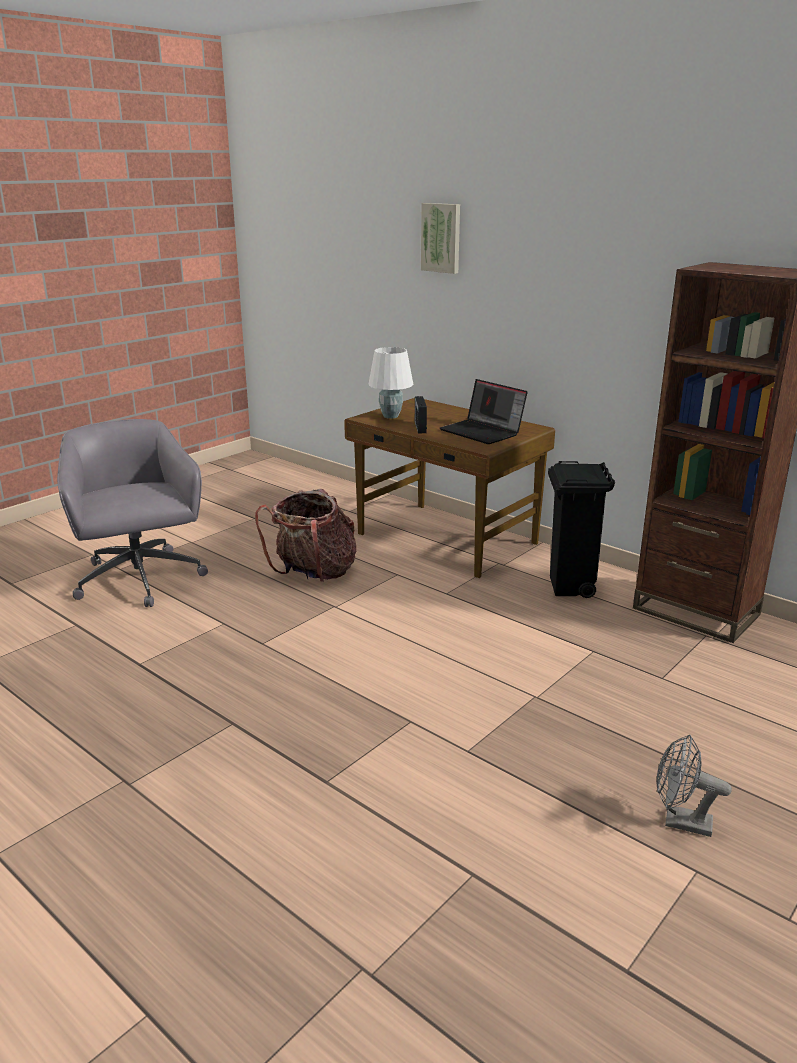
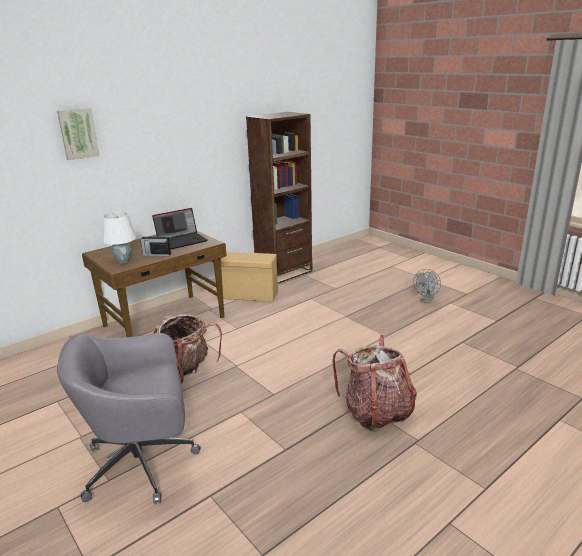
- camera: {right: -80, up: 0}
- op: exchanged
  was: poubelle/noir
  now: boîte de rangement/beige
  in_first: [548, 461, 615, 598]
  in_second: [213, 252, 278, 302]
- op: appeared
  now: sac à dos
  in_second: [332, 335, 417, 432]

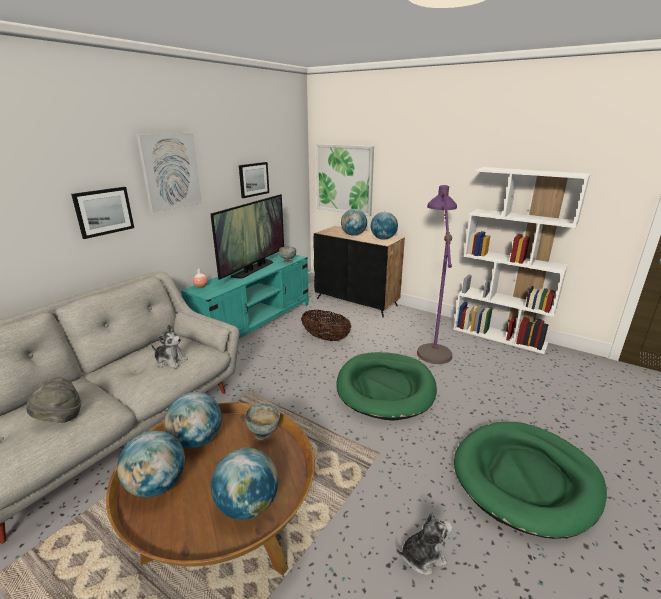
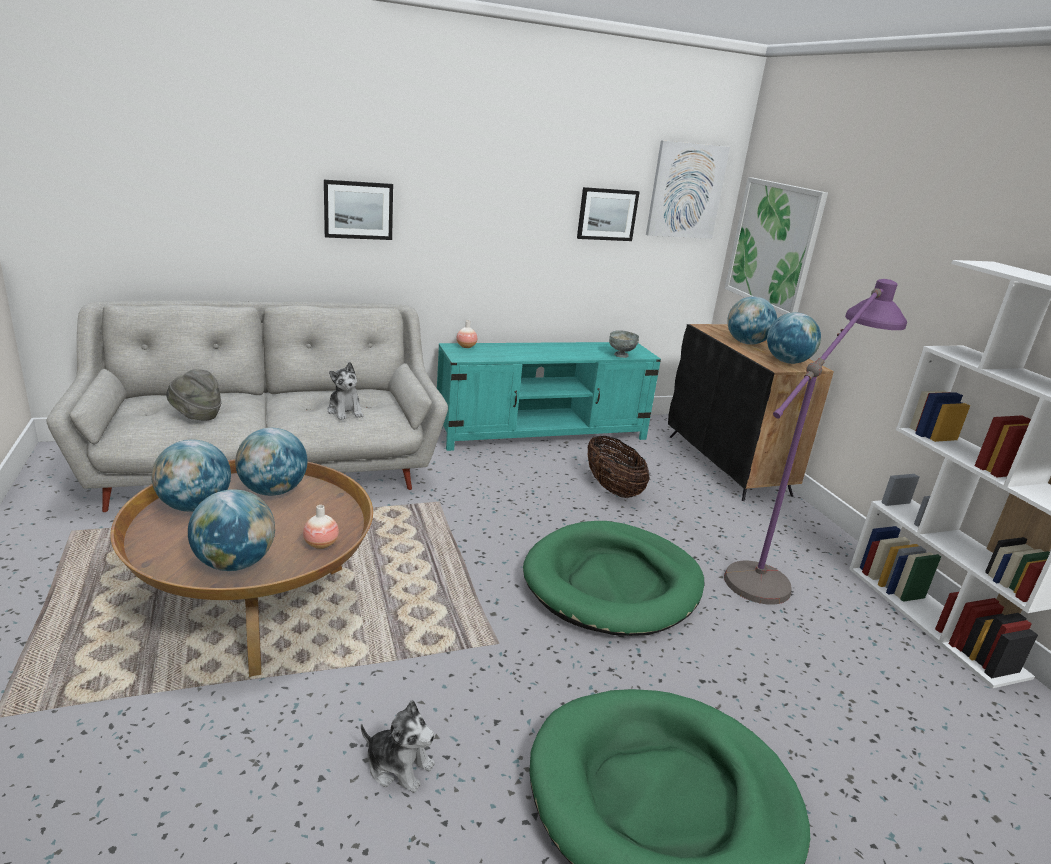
- camera: {right: 35, up: 0}
- op: relocated
  was: tableau
  in_first: [136, 133, 202, 213]
  in_second: [646, 140, 730, 239]
- op: missing
  was: téléviseur
  in_first: [210, 194, 284, 280]
- op: missing
  was: bol/gris
  in_first: [246, 403, 280, 440]
- op: appeared
  now: vase
  in_second: [303, 505, 339, 549]

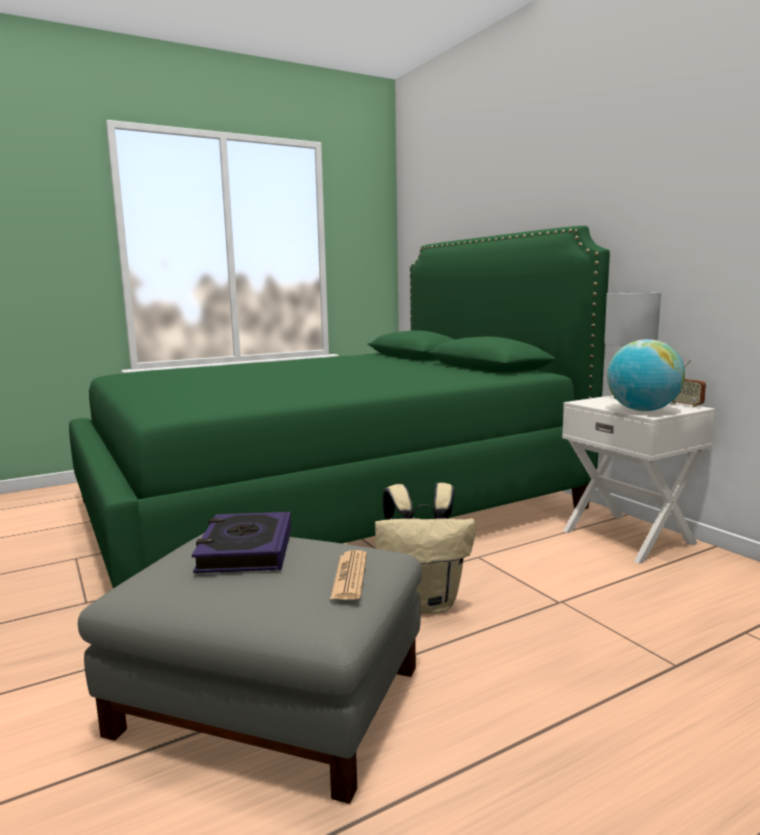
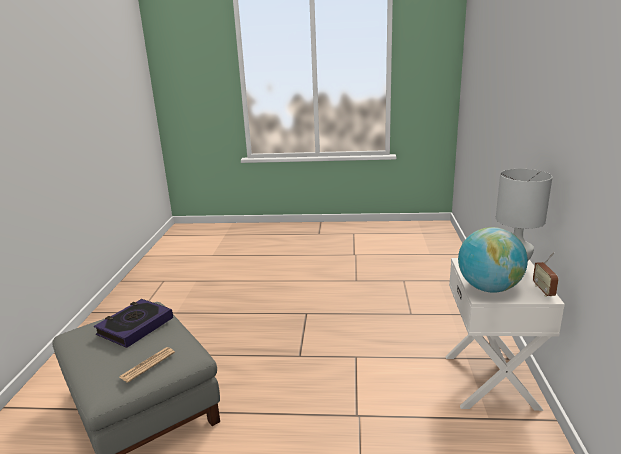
- camera: {right: 35, up: 10}
- op: missing
  was: lit/vert
  in_first: [69, 226, 610, 588]
- op: missing
  was: sac à dos/beige
  in_first: [375, 483, 476, 614]

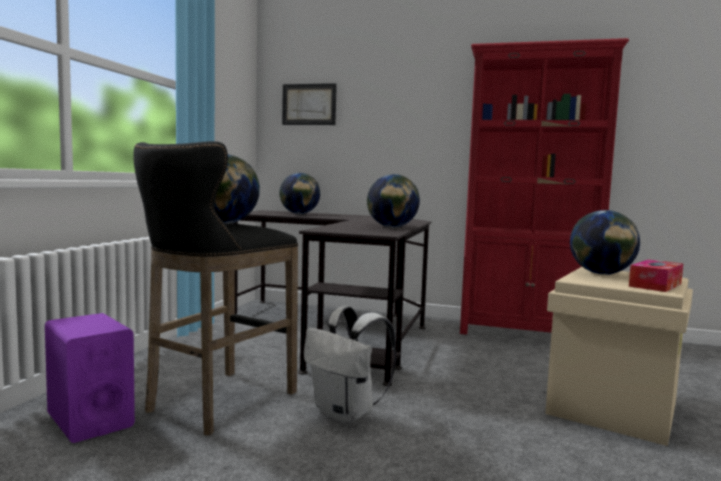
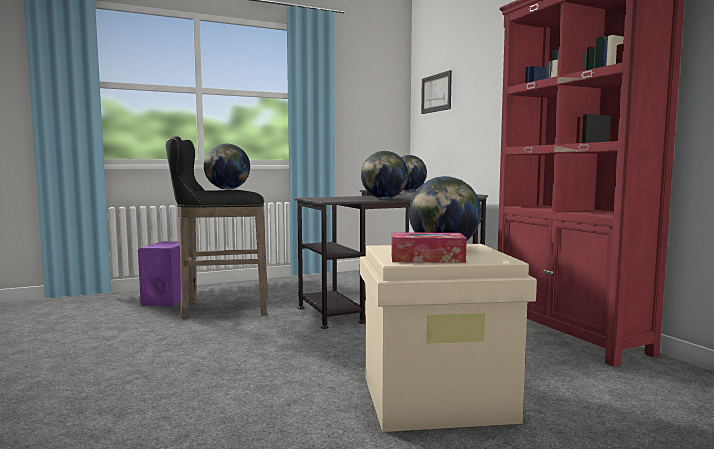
- camera: {right: 50, up: 0}
- op: missing
  was: sac à dos/blanc
  in_first: [304, 306, 397, 423]

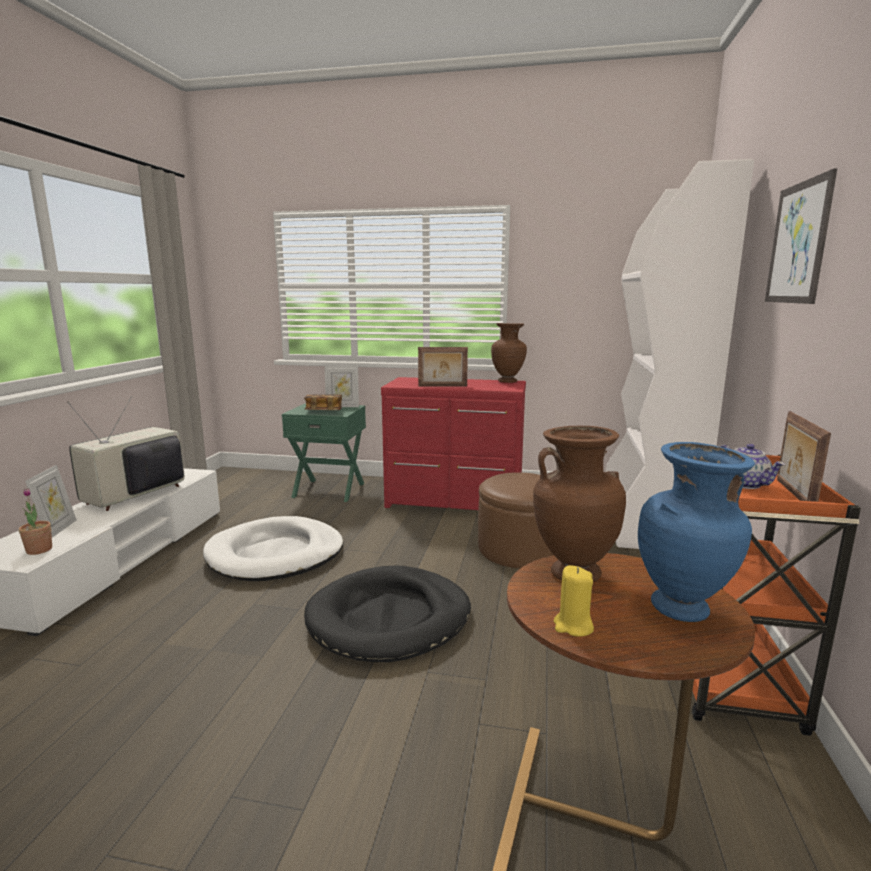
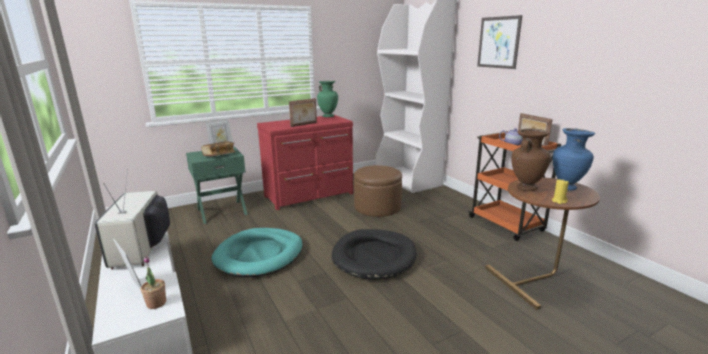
- camera: {right: -40, up: 5}
- op: colour
  was: panier pour chien/blanc
  now: panier pour chien/turquoise
  in_first: [203, 516, 343, 581]
  in_second: [211, 228, 303, 277]
- op: colour
  was: vase/marron
  now: vase/vert
  in_first: [491, 323, 527, 383]
  in_second: [317, 81, 338, 117]

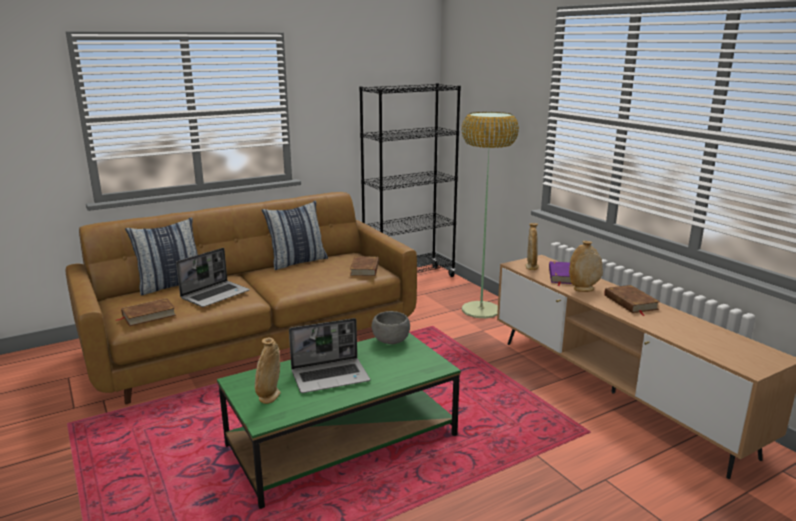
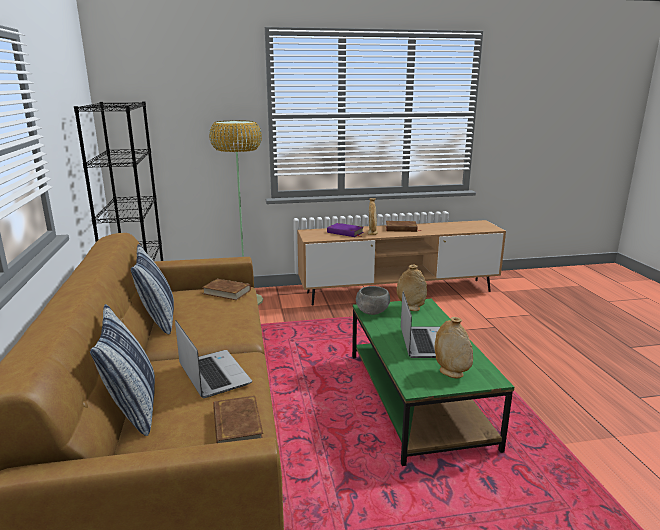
- camera: {right: -70, up: 0}
- op: relocated
  was: vase/beige
  in_first: [525, 223, 539, 270]
  in_second: [397, 265, 427, 311]

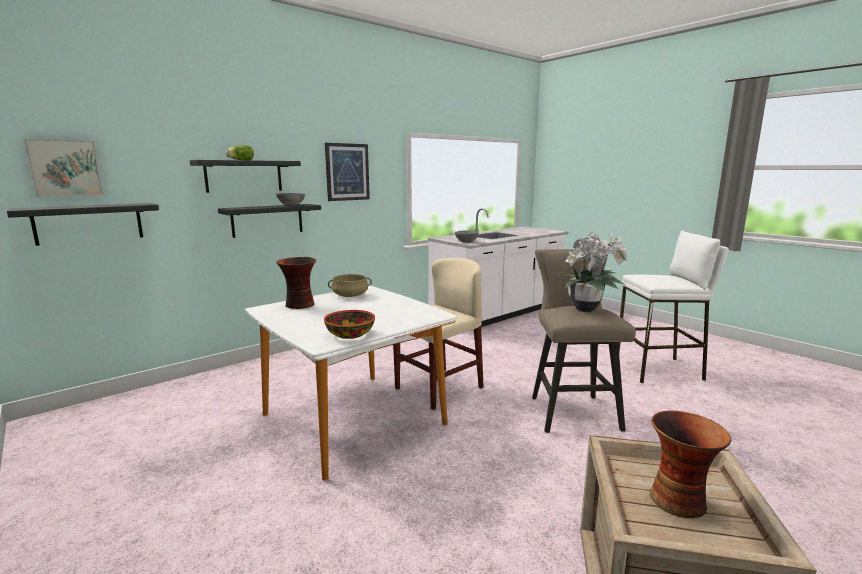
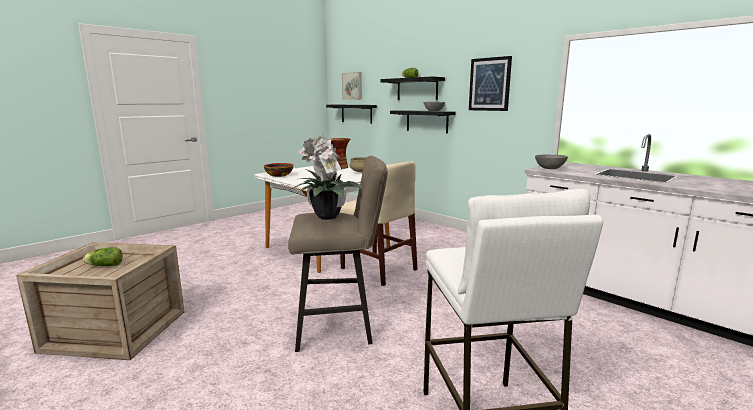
- camera: {right: 85, up: 0}
- op: exchanged
  was: vase
  now: laitue
  in_first: [650, 411, 731, 518]
  in_second: [83, 247, 123, 266]

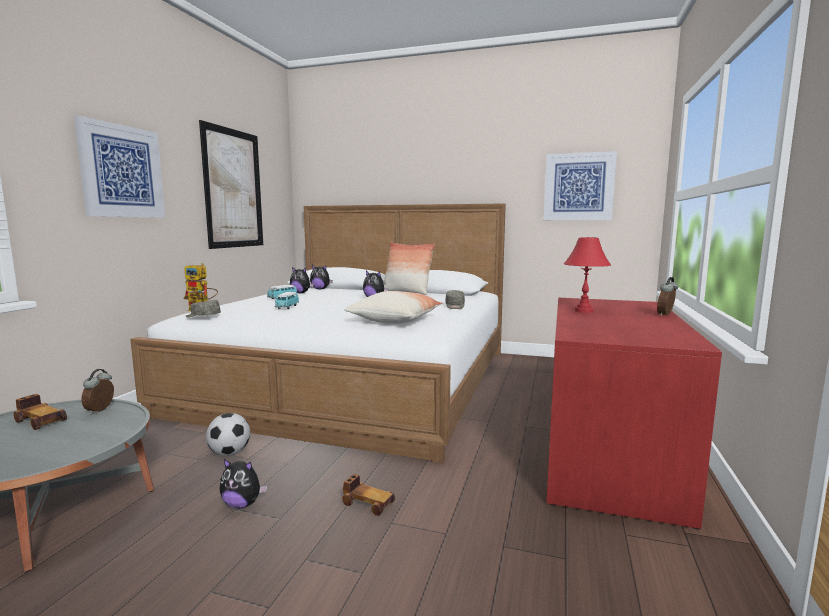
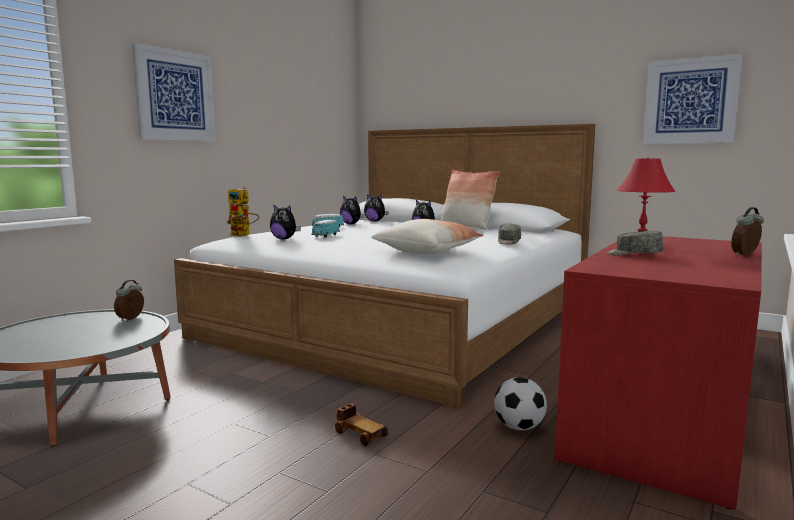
- camera: {right: 15, up: 0}
- op: missing
  was: petite voiture
  in_first: [13, 394, 67, 430]
- op: relocated
  was: casquette/gris
  in_first: [185, 300, 221, 317]
  in_second: [606, 231, 663, 255]
- op: missing
  was: tableau
  in_first: [199, 120, 263, 249]
- op: relocated
  was: ballon de foot
  in_first: [206, 413, 250, 456]
  in_second: [494, 377, 547, 430]
- op: relocated
  was: peluche
  in_first: [219, 459, 267, 508]
  in_second: [270, 204, 301, 240]

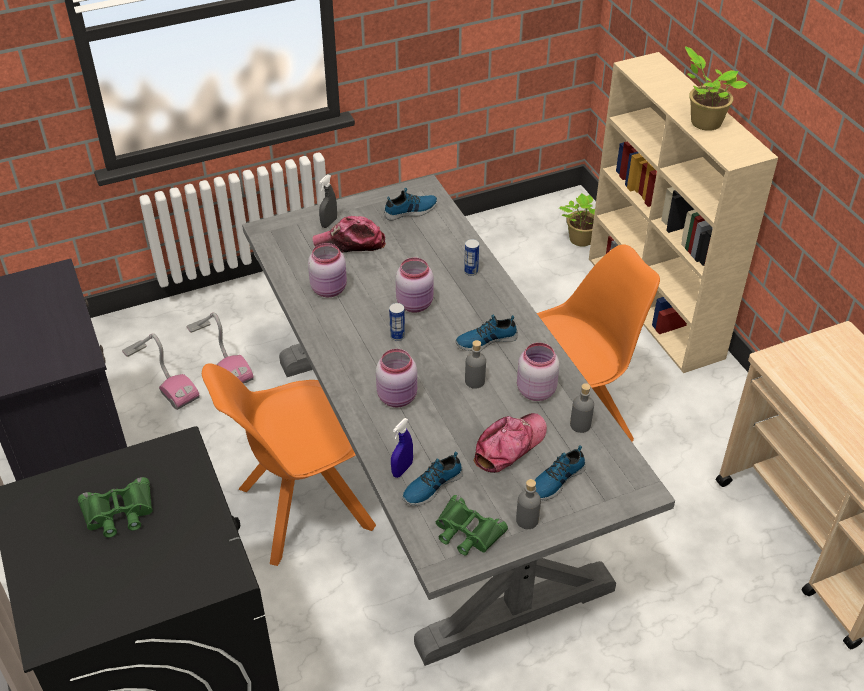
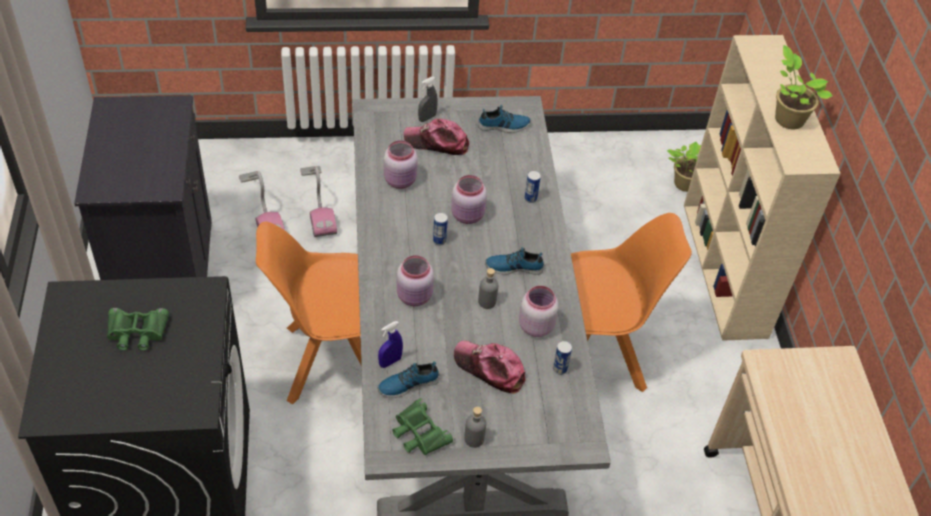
- camera: {right: 15, up: 5}
- op: spun
  was: casquette
  in_first: [473, 413, 547, 473]
  in_second: [454, 340, 526, 394]
  clockwise: -120
- op: missing
  was: chaussure
  in_first: [535, 445, 586, 501]
- op: exchanged
  was: bouteille/gris
  now: boîte métallique
  in_first: [570, 383, 594, 433]
  in_second: [553, 341, 572, 375]

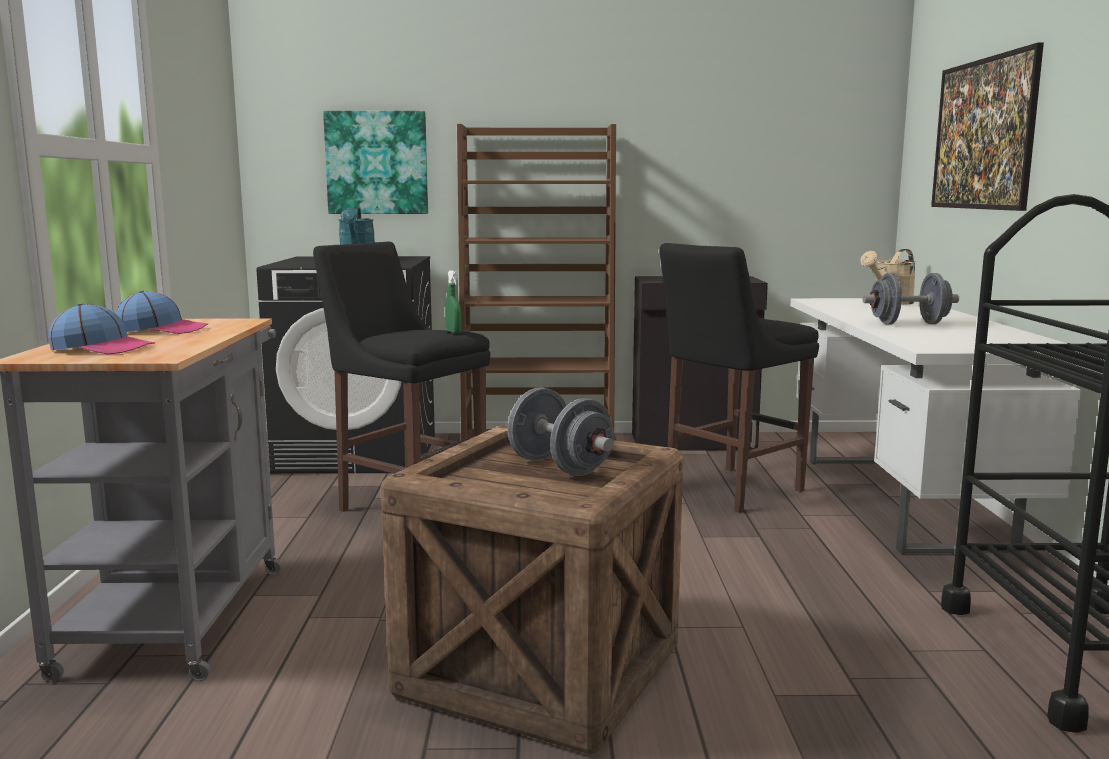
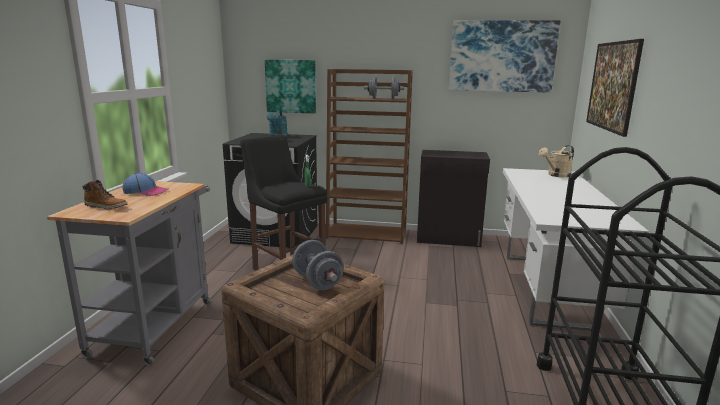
- camera: {right: 10, up: 5}
- op: exchanged
  was: casquette
  now: botte
  in_first: [48, 303, 155, 355]
  in_second: [83, 180, 128, 210]
- op: missing
  was: tabouret/noir
  in_first: [659, 243, 819, 513]
- op: relocated
  was: haltère/gris
  in_first: [863, 273, 959, 324]
  in_second: [364, 77, 404, 99]
- op: appeared
  now: tableau
  in_second: [449, 20, 560, 93]

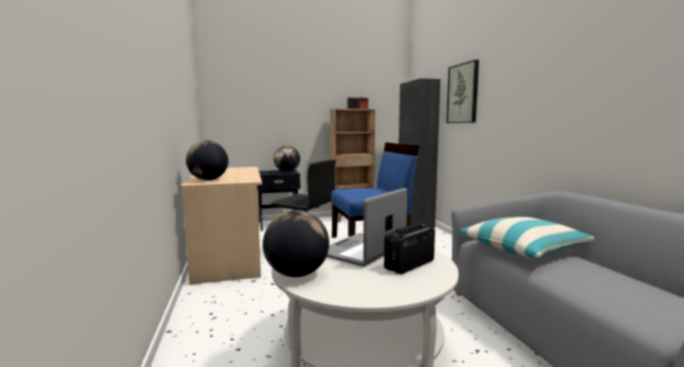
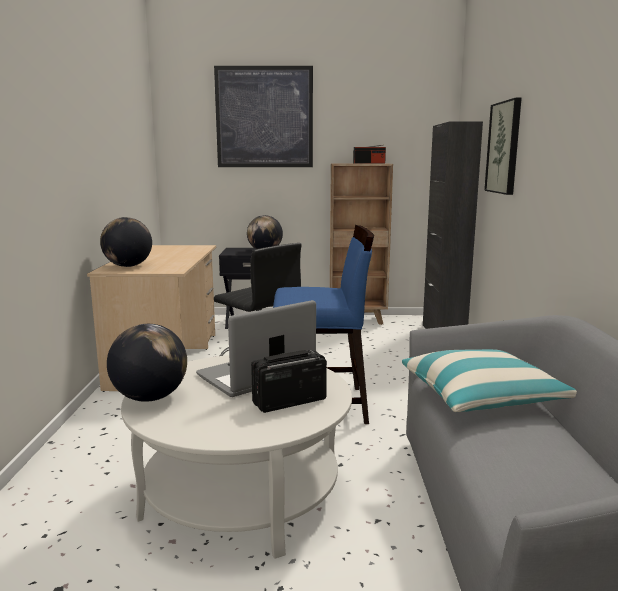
- camera: {right: 15, up: 5}
- op: appeared
  now: tableau
  in_second: [214, 66, 313, 167]

